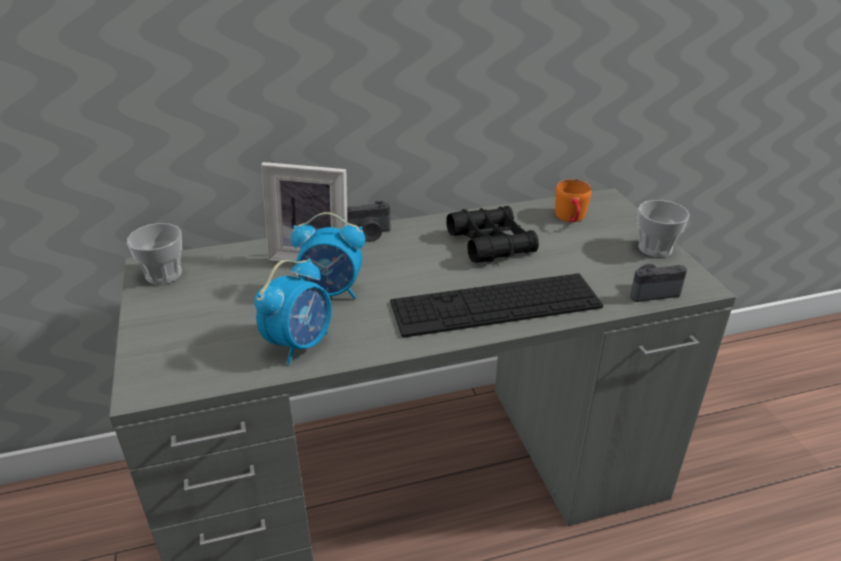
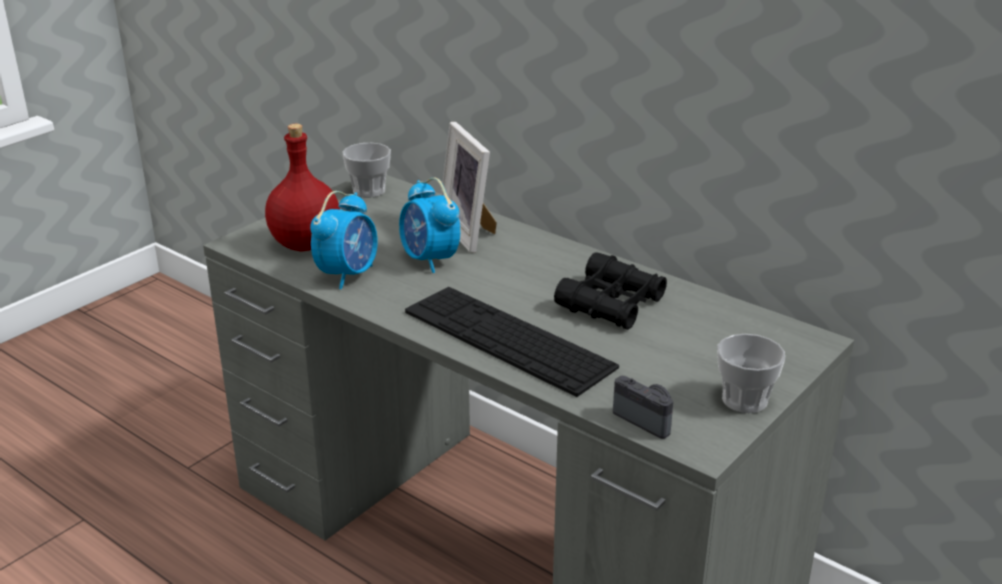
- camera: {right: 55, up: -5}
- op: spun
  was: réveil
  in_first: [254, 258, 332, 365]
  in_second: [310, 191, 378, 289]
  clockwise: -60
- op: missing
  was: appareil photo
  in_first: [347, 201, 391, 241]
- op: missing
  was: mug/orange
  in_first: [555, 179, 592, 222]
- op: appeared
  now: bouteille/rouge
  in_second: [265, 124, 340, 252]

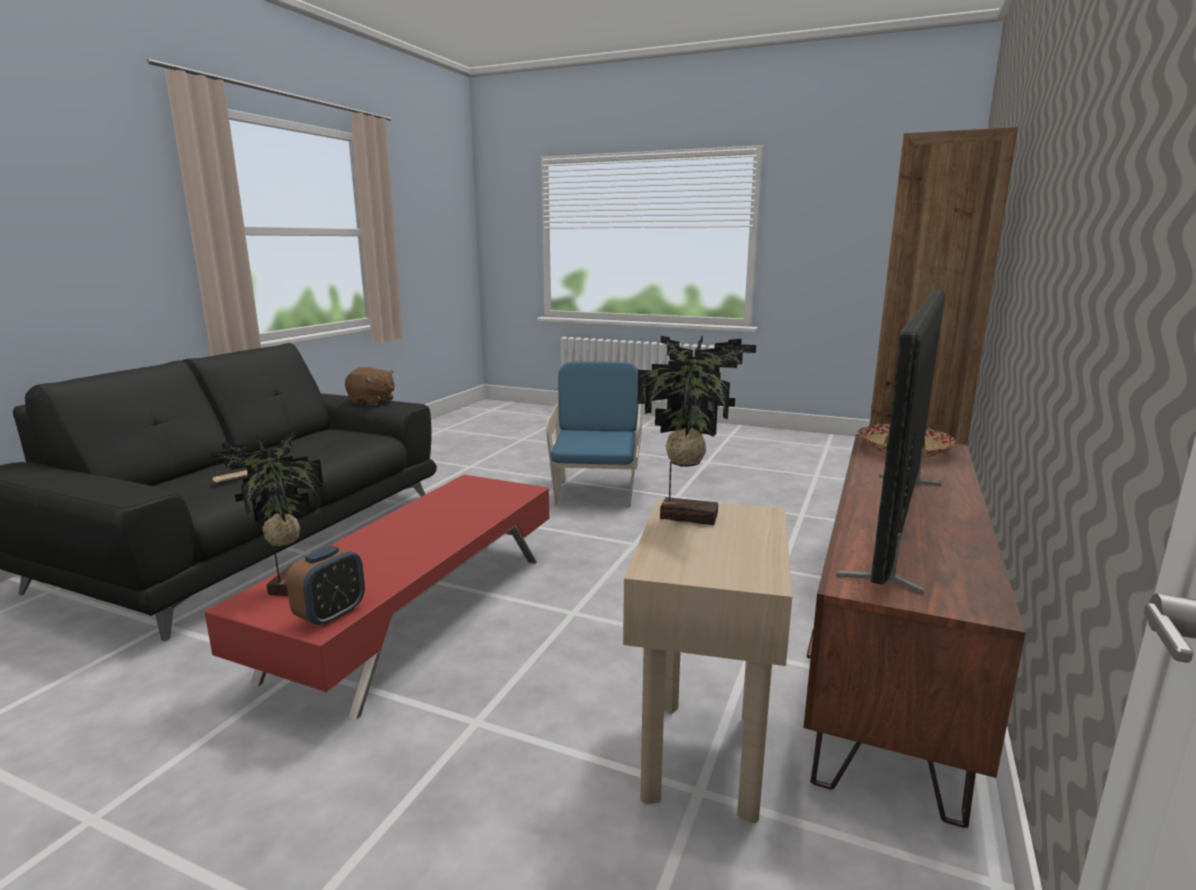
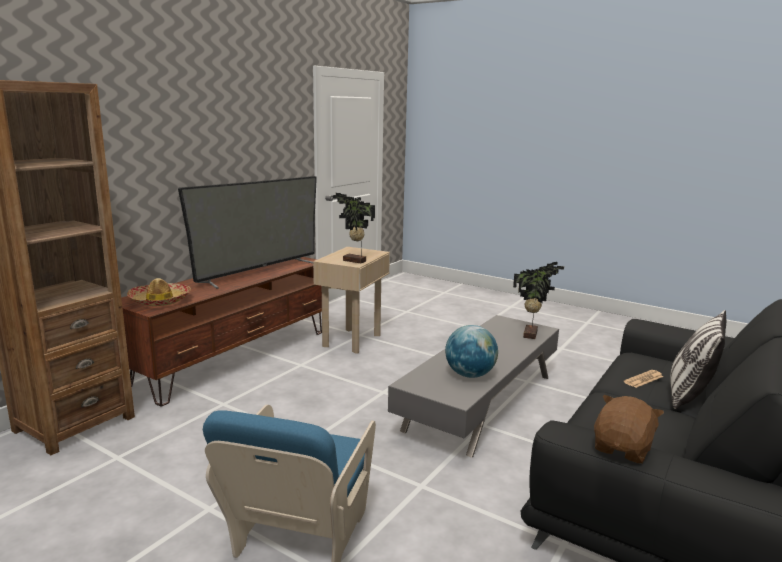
- camera: {right: -170, up: 0}
- op: colour
  was: table basse/rouge
  now: table basse/gris
  in_first: [205, 475, 549, 719]
  in_second: [388, 315, 559, 458]
- op: missing
  was: réveil
  in_first: [286, 545, 365, 627]
- op: spun
  was: peluche/marron
  in_first: [345, 367, 395, 405]
  in_second: [594, 395, 664, 464]
  clockwise: 90
- op: appeared
  now: globe
  in_second: [445, 325, 498, 378]
- op: appeared
  now: coussin
  in_second: [670, 310, 726, 409]

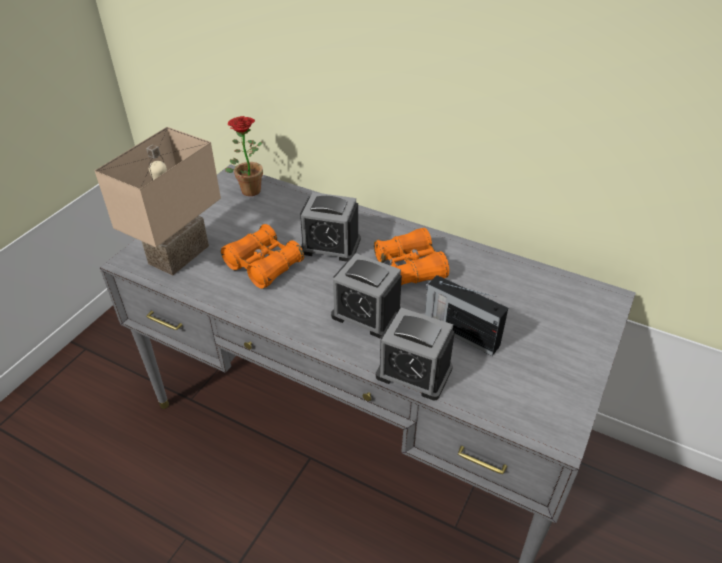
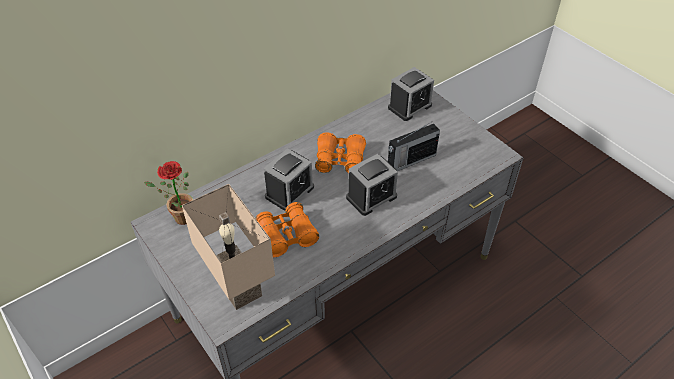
- camera: {right: -65, up: 5}
- op: relocated
  was: réveil
  in_first: [376, 308, 455, 401]
  in_second: [388, 67, 434, 121]

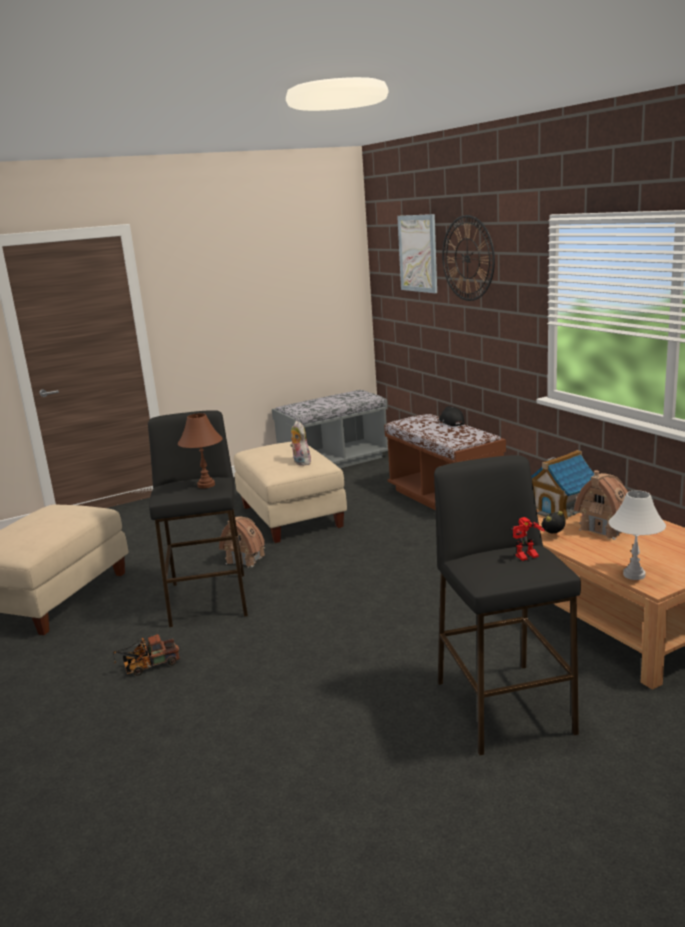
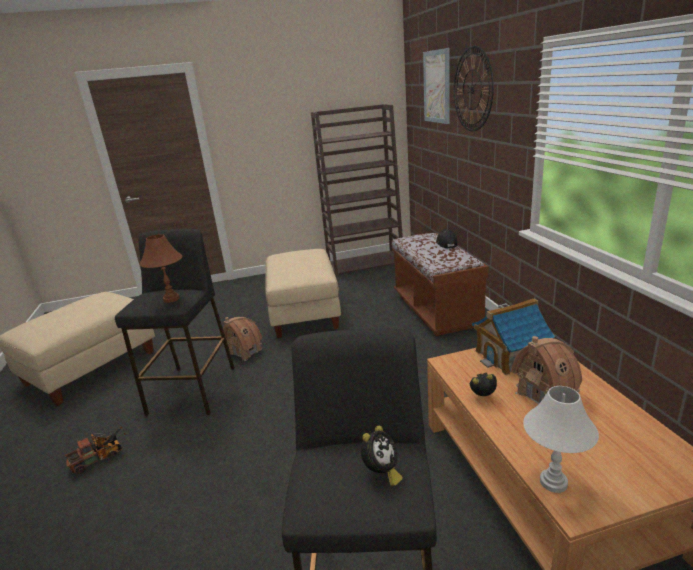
- camera: {right: 15, up: 5}
- op: spun
  was: camion jouet
  in_first: [113, 633, 180, 676]
  in_second: [65, 426, 126, 474]
  clockwise: 150
- op: exchanged
  was: banc/gris
  now: bibliothèque/marron
  in_first: [272, 390, 388, 468]
  in_second: [311, 104, 403, 277]
- op: missing
  was: peluche
  in_first: [290, 421, 311, 466]
- op: exchanged
  was: robot jouet
  now: réveil
  in_first: [510, 517, 545, 561]
  in_second: [361, 426, 403, 486]

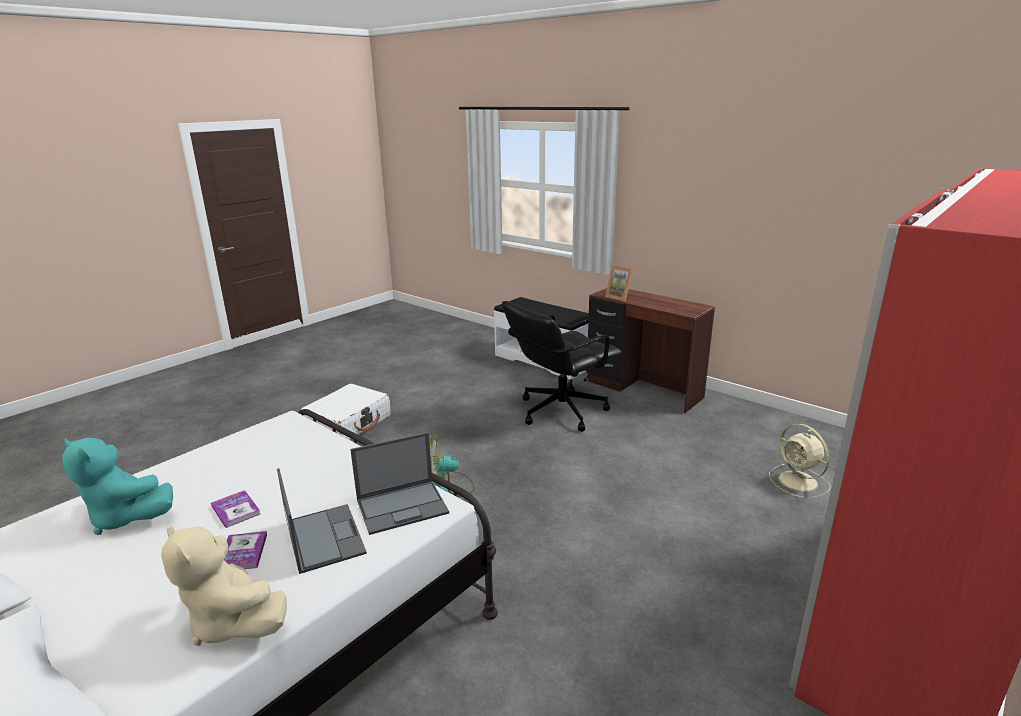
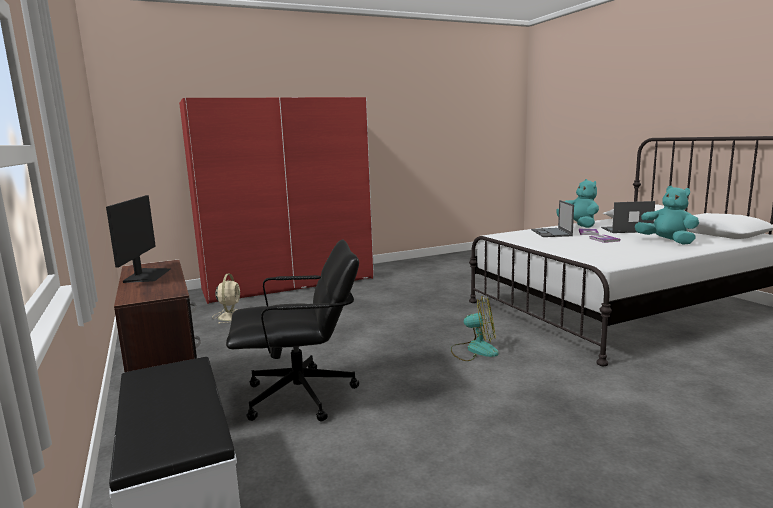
- camera: {right: -155, up: -10}
- op: colour
  was: peluche/beige
  now: peluche/turquoise
  in_first: [161, 525, 287, 646]
  in_second: [556, 179, 599, 228]
- op: missing
  was: valise/blanc
  in_first: [301, 384, 391, 440]
- op: relocated
  was: ordinateur portable
  in_first: [350, 432, 449, 535]
  in_second: [601, 201, 655, 233]
- op: missing
  was: cadre photo
  in_first: [605, 265, 633, 301]
- op: appeared
  now: écran d'ordinateur
  in_second: [106, 195, 171, 283]

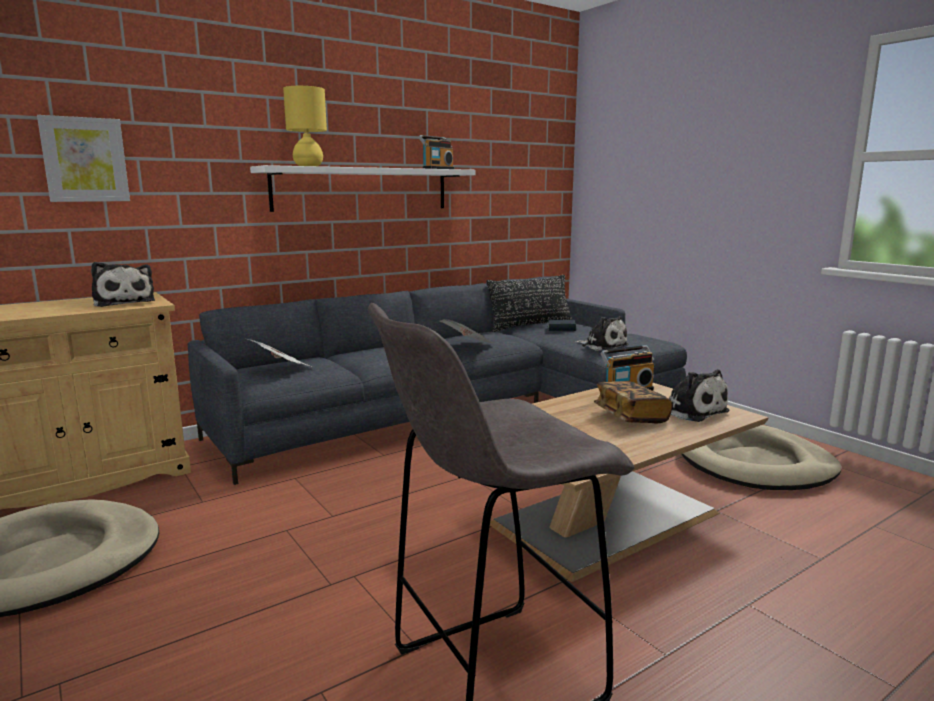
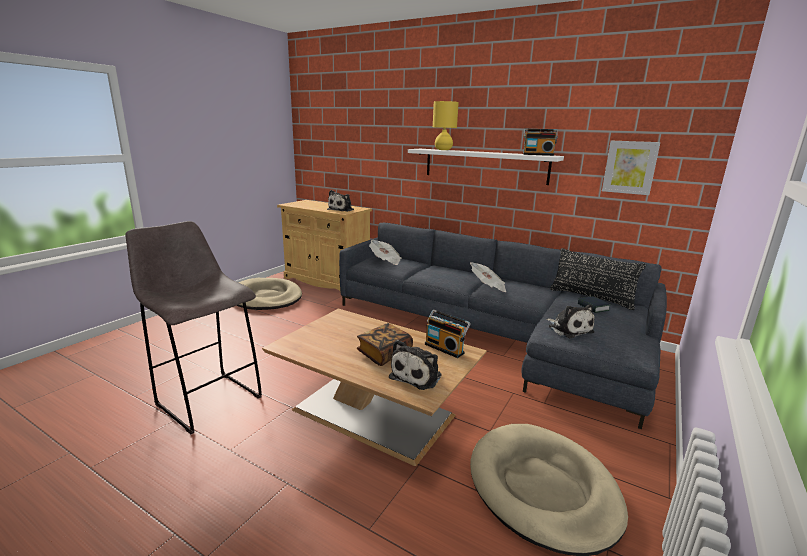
- camera: {right: 65, up: 5}
- op: relocated
  was: tableau
  in_first: [37, 115, 130, 202]
  in_second: [602, 141, 660, 195]
- op: spun
  was: peluche
  in_first: [575, 316, 628, 351]
  in_second: [546, 304, 595, 338]
  clockwise: -45

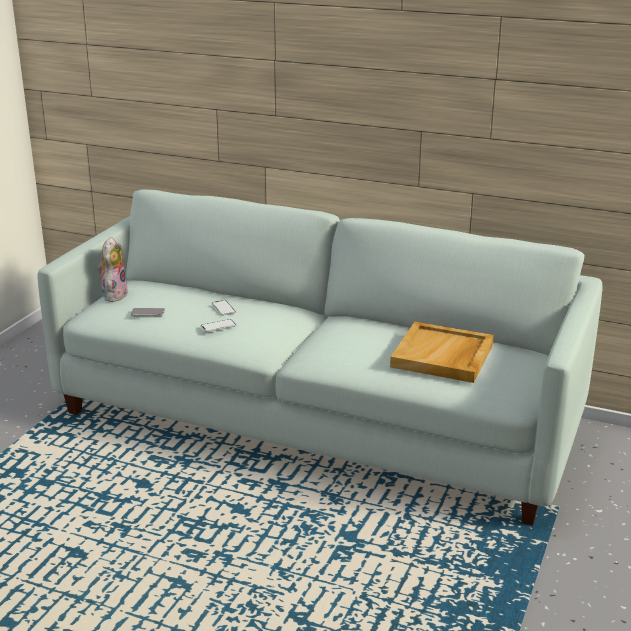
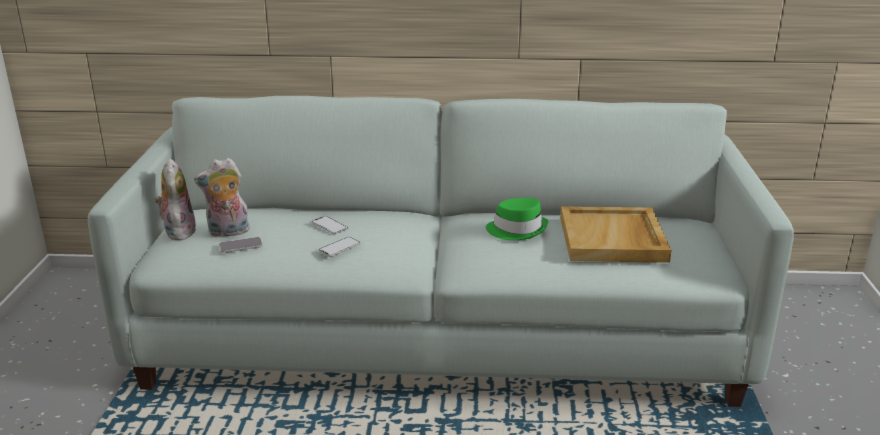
- camera: {right: -20, up: 0}
- op: appeared
  now: peluche
  in_second: [194, 158, 250, 237]
- op: appeared
  now: chapeau/vert
  in_second: [486, 198, 548, 240]

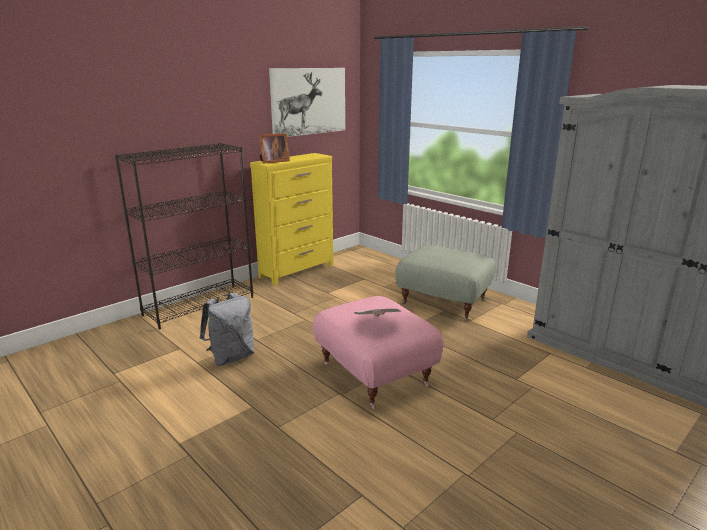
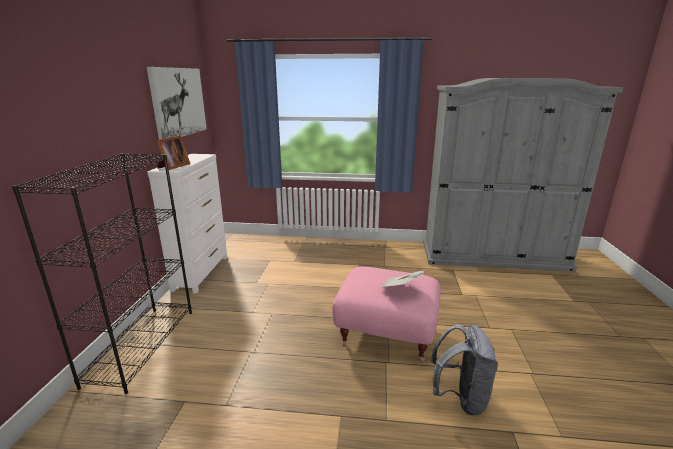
- camera: {right: -40, up: 0}
- op: relocated
  was: sac à dos/gris
  in_first: [200, 293, 254, 366]
  in_second: [431, 324, 498, 416]
- op: colour
  was: commode/jaune
  now: commode/blanc
  in_first: [250, 153, 333, 285]
  in_second: [148, 154, 227, 294]
- op: missing
  was: pouf/gris
  in_first: [395, 245, 496, 320]

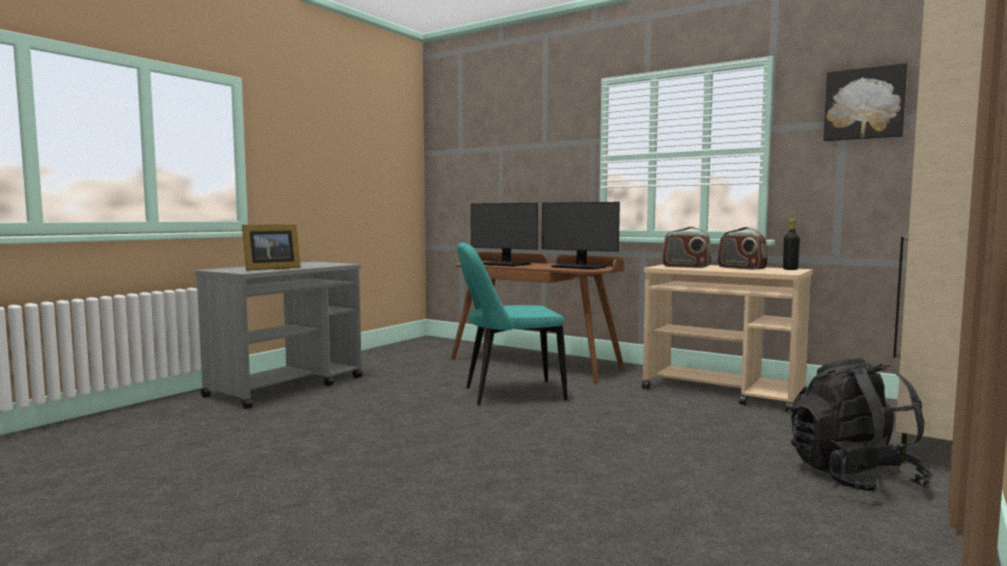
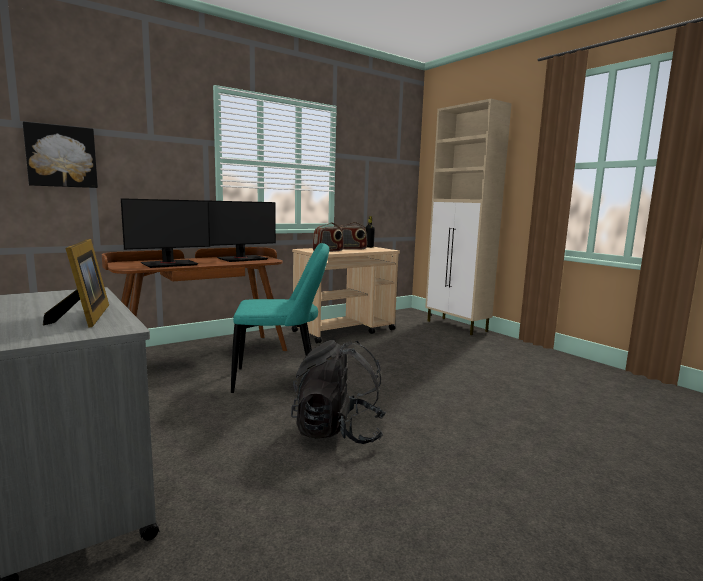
- camera: {right: -70, up: 5}
- op: spun
  was: chaise/turquoise
  in_first: [457, 243, 568, 405]
  in_second: [231, 243, 329, 393]
  clockwise: -105
- op: relocated
  was: sac à dos/noir
  in_first: [791, 358, 933, 493]
  in_second: [291, 340, 386, 444]
- op: relocated
  was: tableau
  in_first: [824, 63, 907, 141]
  in_second: [23, 122, 98, 188]

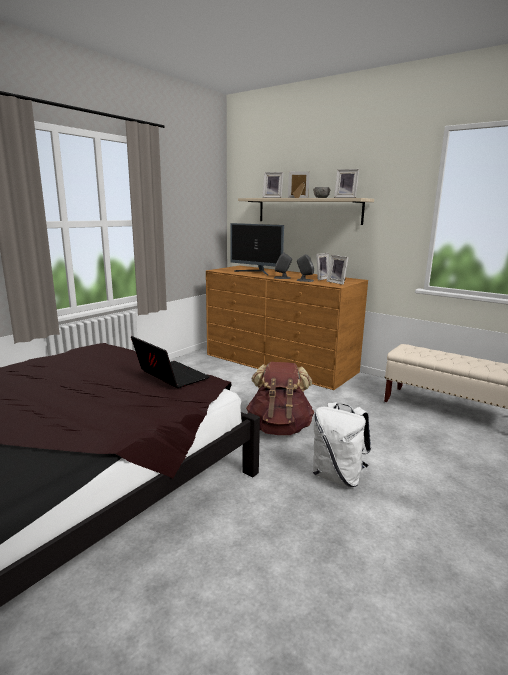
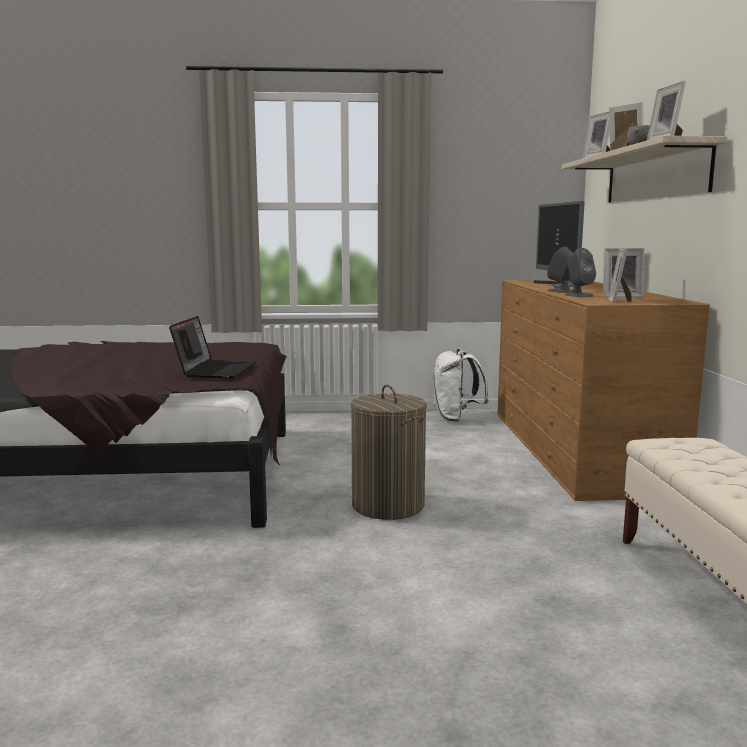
- camera: {right: 50, up: -5}
- op: exchanged
  was: sac à dos/marron
  now: panier à linge
  in_first: [246, 362, 314, 435]
  in_second: [351, 385, 427, 520]
- op: relocated
  was: sac à dos/blanc
  in_first: [313, 402, 371, 487]
  in_second: [433, 349, 489, 422]

